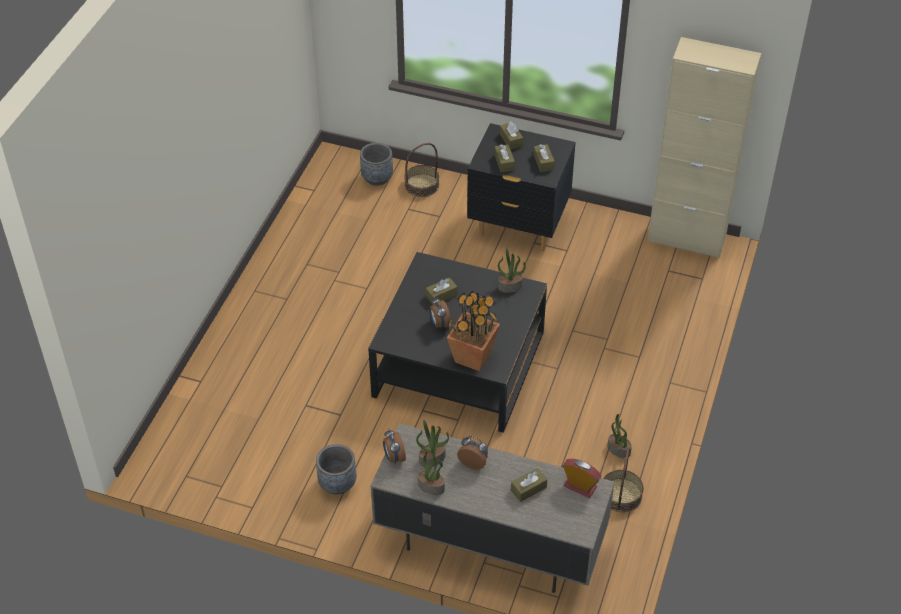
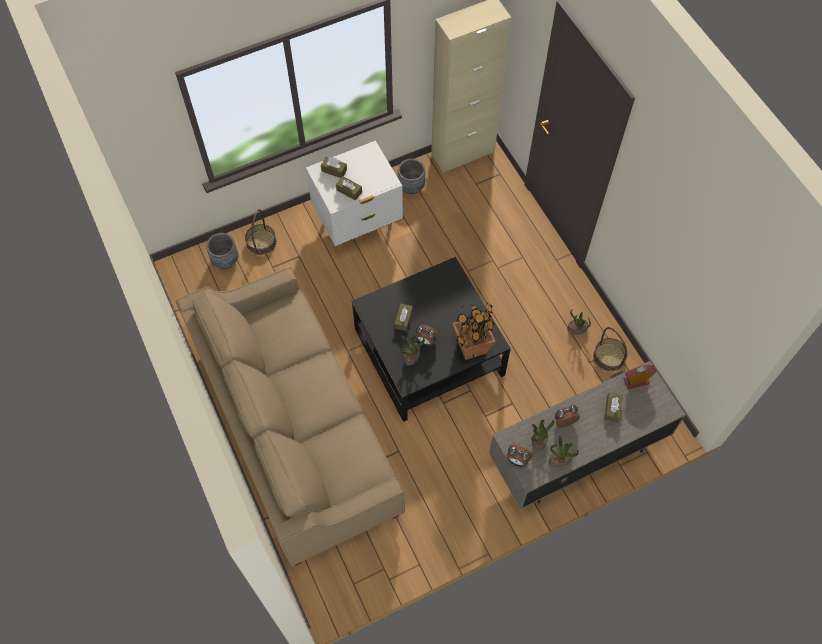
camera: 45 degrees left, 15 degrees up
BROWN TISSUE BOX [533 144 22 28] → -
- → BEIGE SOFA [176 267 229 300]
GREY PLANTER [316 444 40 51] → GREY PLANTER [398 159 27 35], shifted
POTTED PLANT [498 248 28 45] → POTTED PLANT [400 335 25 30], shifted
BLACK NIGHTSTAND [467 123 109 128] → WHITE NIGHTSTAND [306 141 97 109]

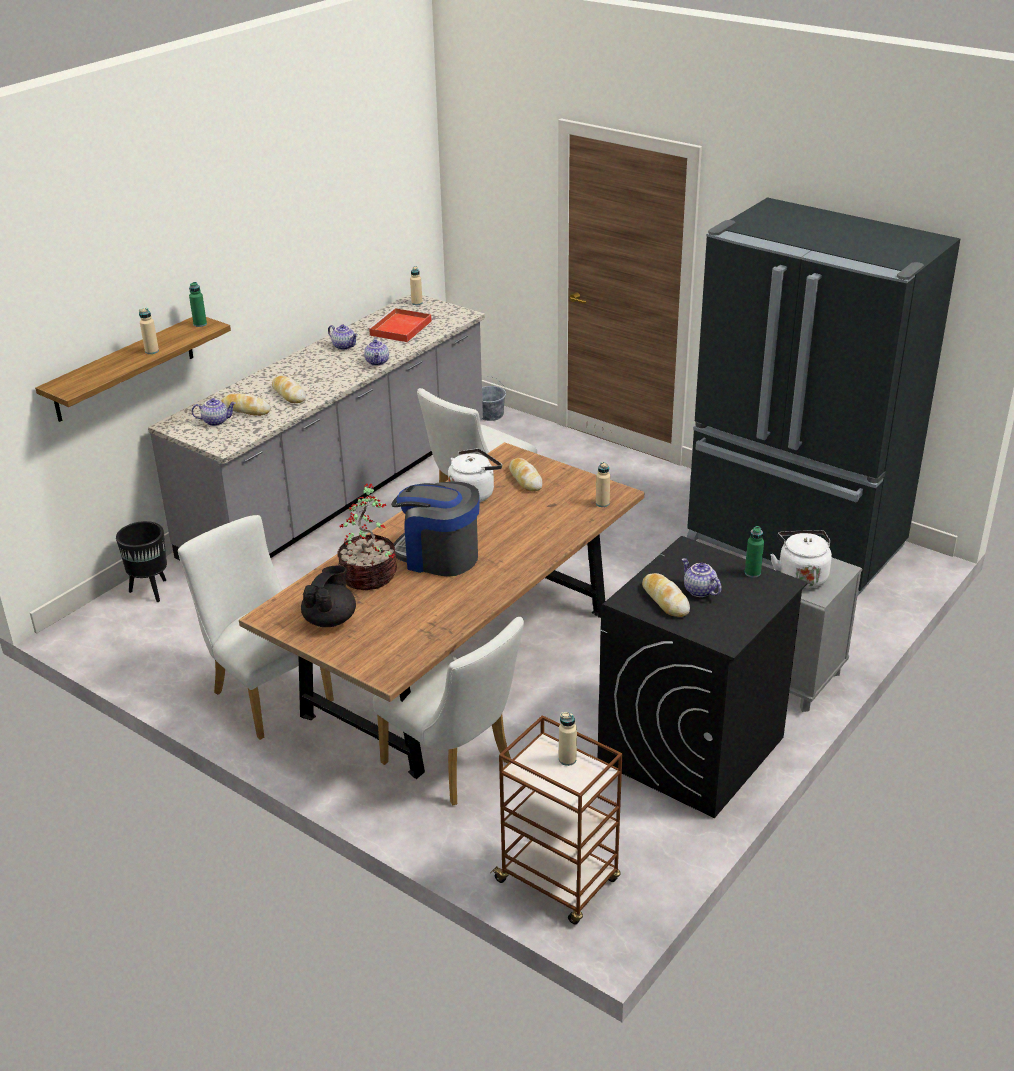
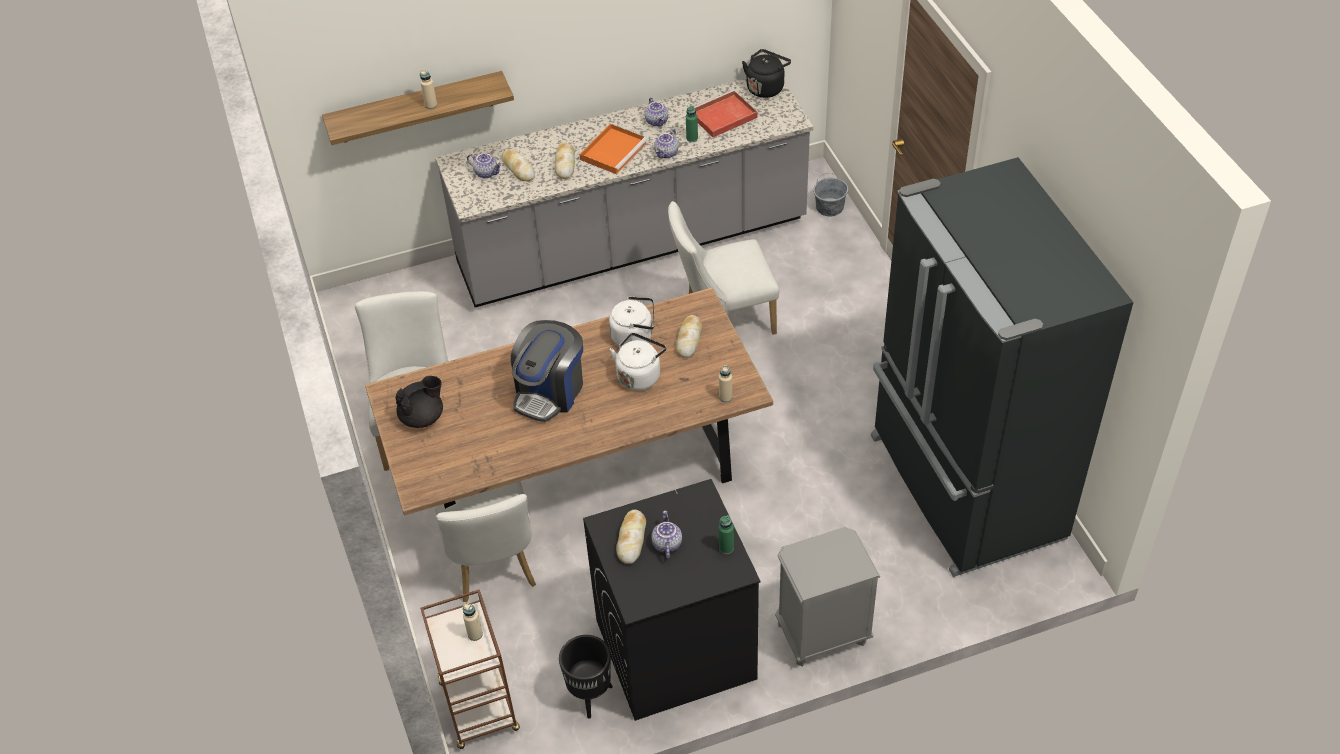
camera: 35 degrees right, 15 degrees up
POTTED PLANT [337 484 60 106] → -
- → ORANGE TRAY [580 124 68 50]
BLACK PLANTER [116 521 51 81] → BLACK PLANTER [559 635 54 84], shifted
GREEN BOTTLE [189 282 18 45] → GREEN BOTTLE [686 106 12 36], shifted
WHITE KETTLE [770 530 62 59] → WHITE KETTLE [610 333 56 58], shifted
BEIGE BOTTLE [410 266 13 39] → BLACK KETTLE [742 49 49 49]
COFFEE MACHINE [391 482 89 95] → COFFEE MACHINE [511 320 72 102], 120 degrees counterclockwise

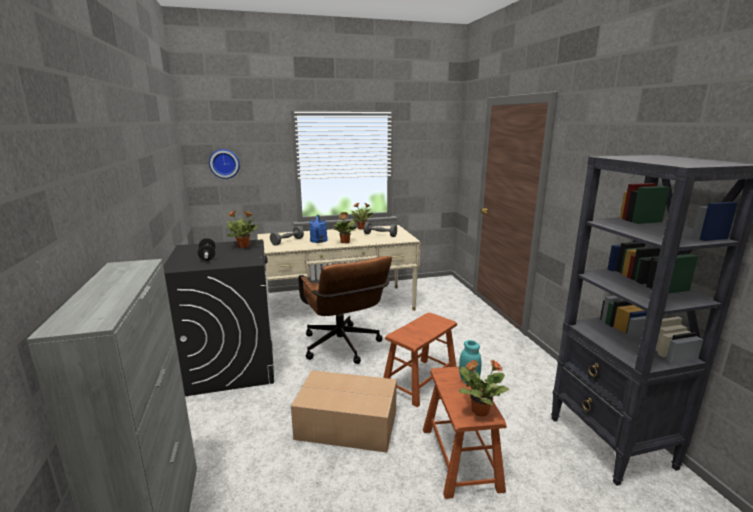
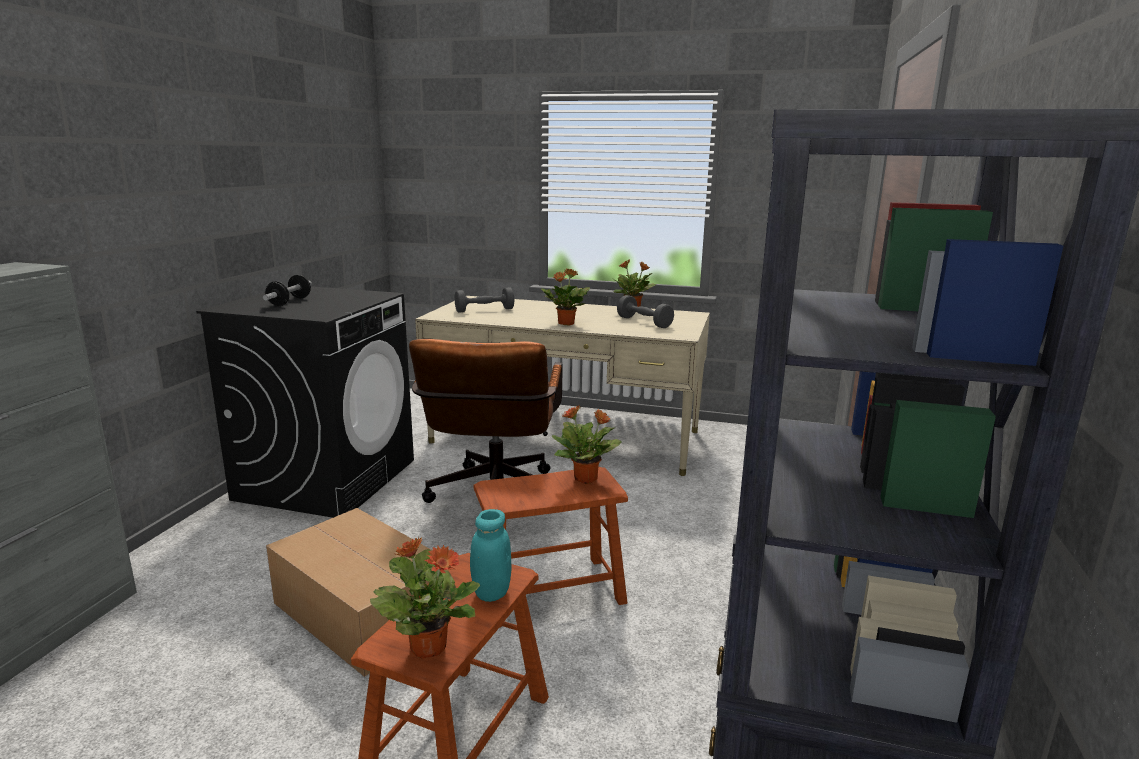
camera: 30 degrees right, 0 degrees up
WALL CLOCK [209 149 31 30] → -
BLUE WATERING CAN [309 215 19 28] → -
POTTED PLANT [225 210 33 38] → POTTED PLANT [551 406 70 78], shifted

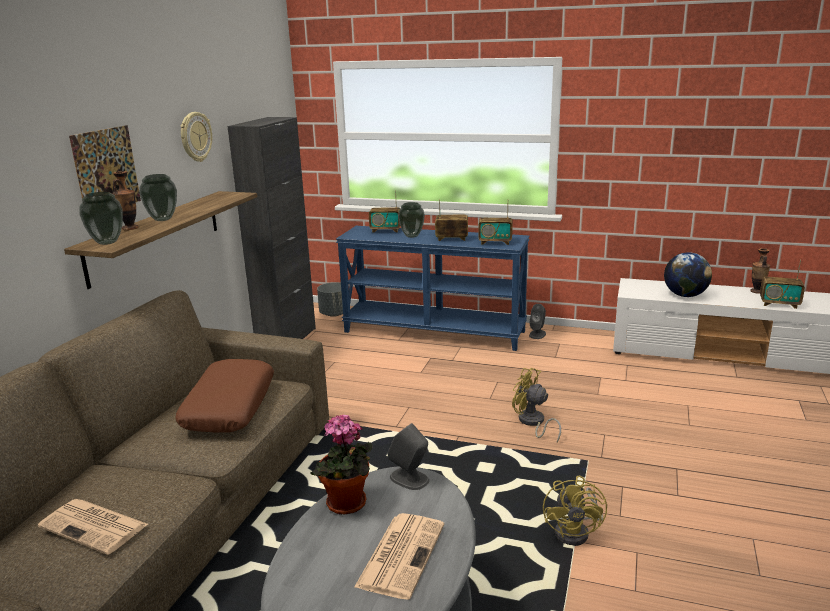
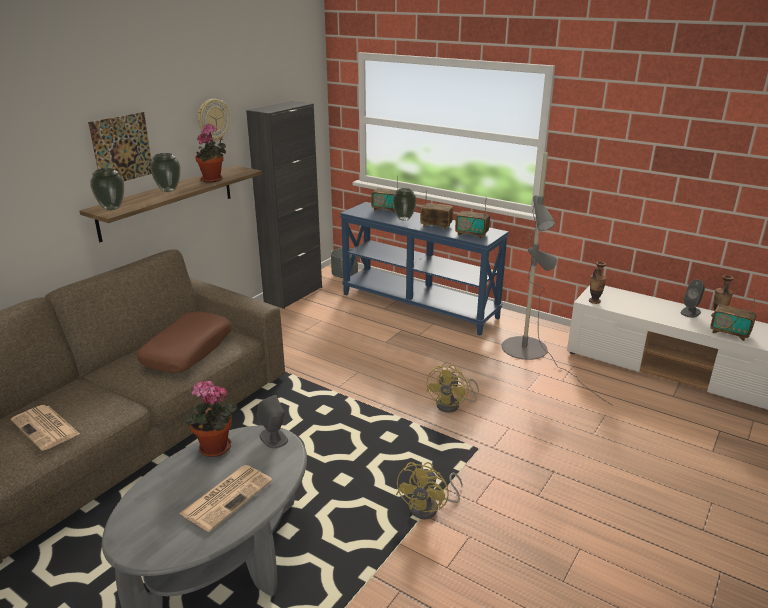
camera: 15 degrees right, 5 degrees up
GLOBE [664 252 48 45] → -
- → POTTED PLANT [195 124 31 59]
- → GREY FLOOR LAMP [502 152 111 254]
VASE [113 171 25 59] → VASE [589 262 18 42], shifted
GREY SPEAKER [529 304 17 35] → GREY SPEAKER [681 279 24 39], shifted
YELLOW FAN [512 368 49 74] → YELLOW FAN [426 365 53 48], 120 degrees counterclockwise

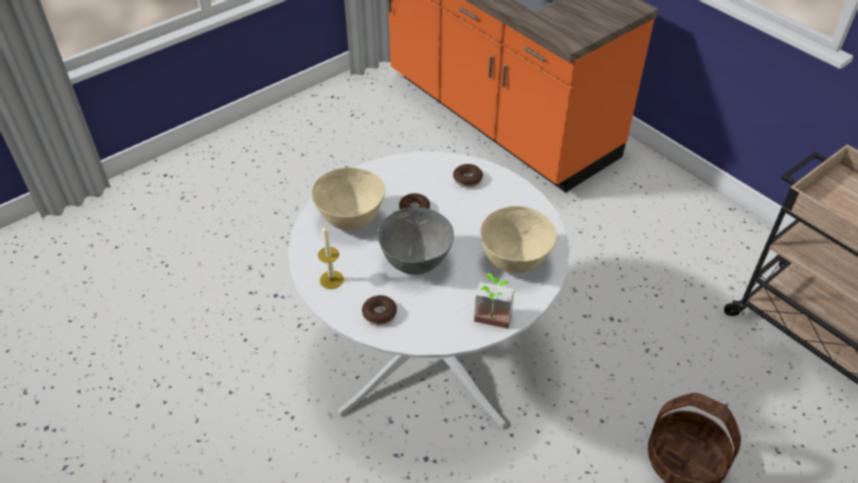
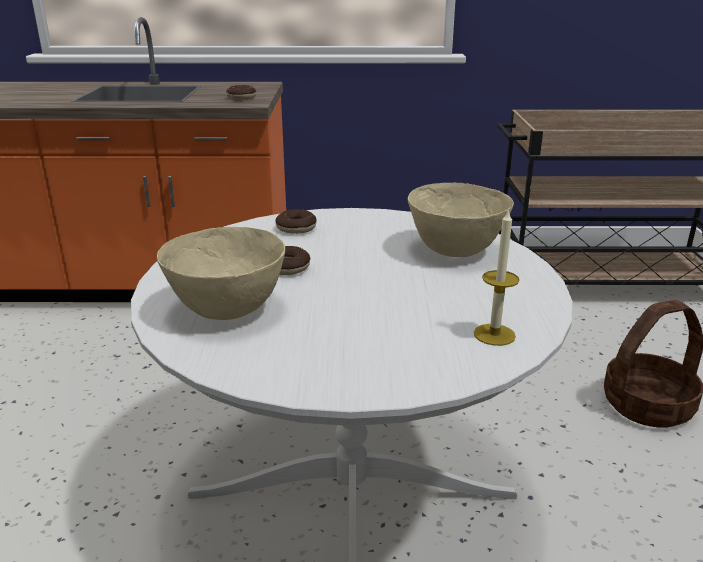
camera: 50 degrees left, 20 degrees down
GREY BOWL [378 207 76 68] → -
POTTED PLANT [474 273 41 56] → -
CANDLE [318 224 26 65] → CANDLE [474 208 46 138], shifted
DONUT [362 295 35 30] → DONUT [226 85 30 15], shifted

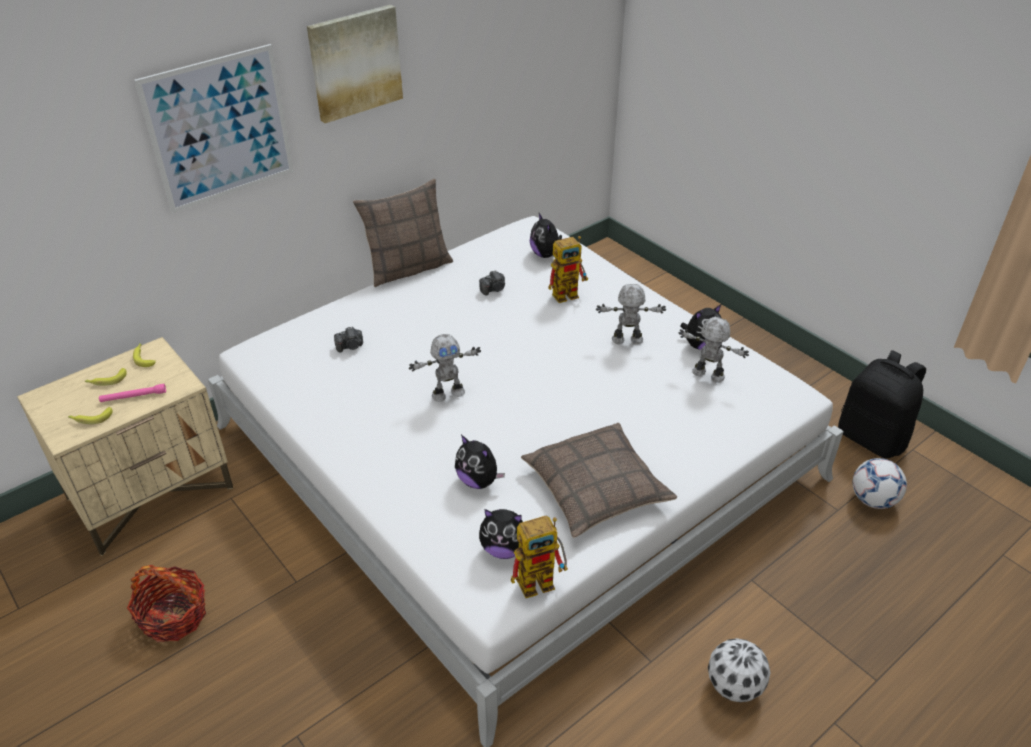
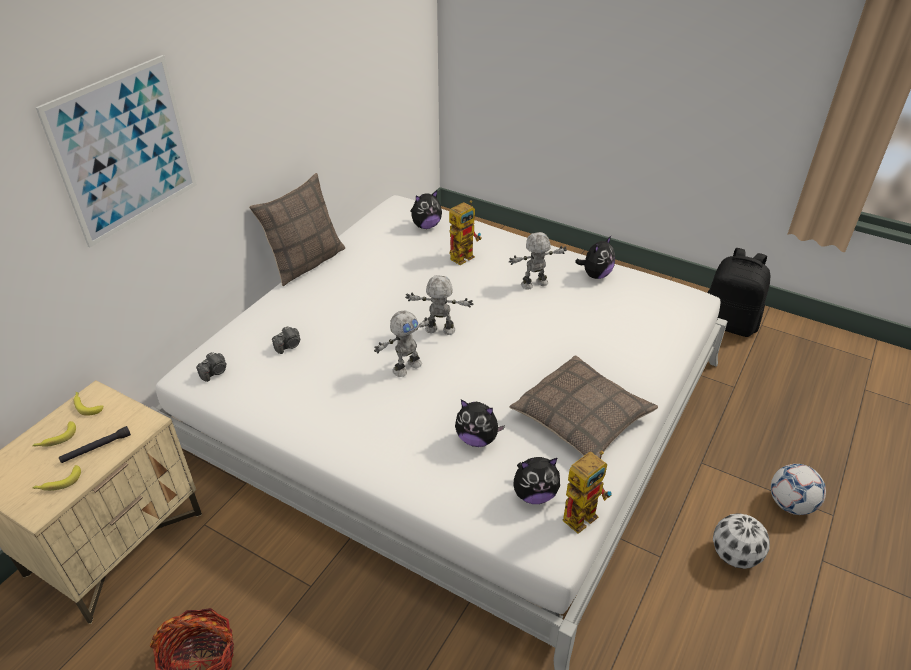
camera: 20 degrees left, 0 degrees up
PICTURE [307 5 96 118] → -
PHOTO CAMERA [479 270 26 26] → PHOTO CAMERA [196 352 31 30], shifted
TOY ROBOT [679 317 70 66] → TOY ROBOT [405 275 68 60], shifted
FOOTBALL [852 458 55 51] → FOOTBALL [771 464 55 51], shifted
PINK FLASHLIGHT [99 384 67 18] → BLACK FLASHLIGHT [59 426 72 37]
PLUSH TOY [530 213 32 45] → PLUSH TOY [411 190 31 39], 75 degrees counterclockwise

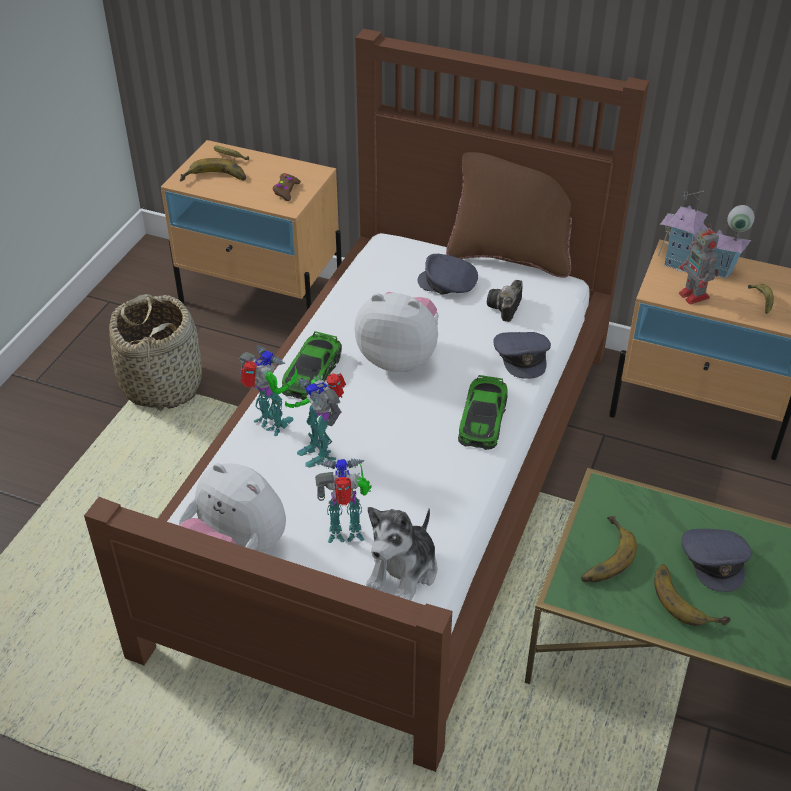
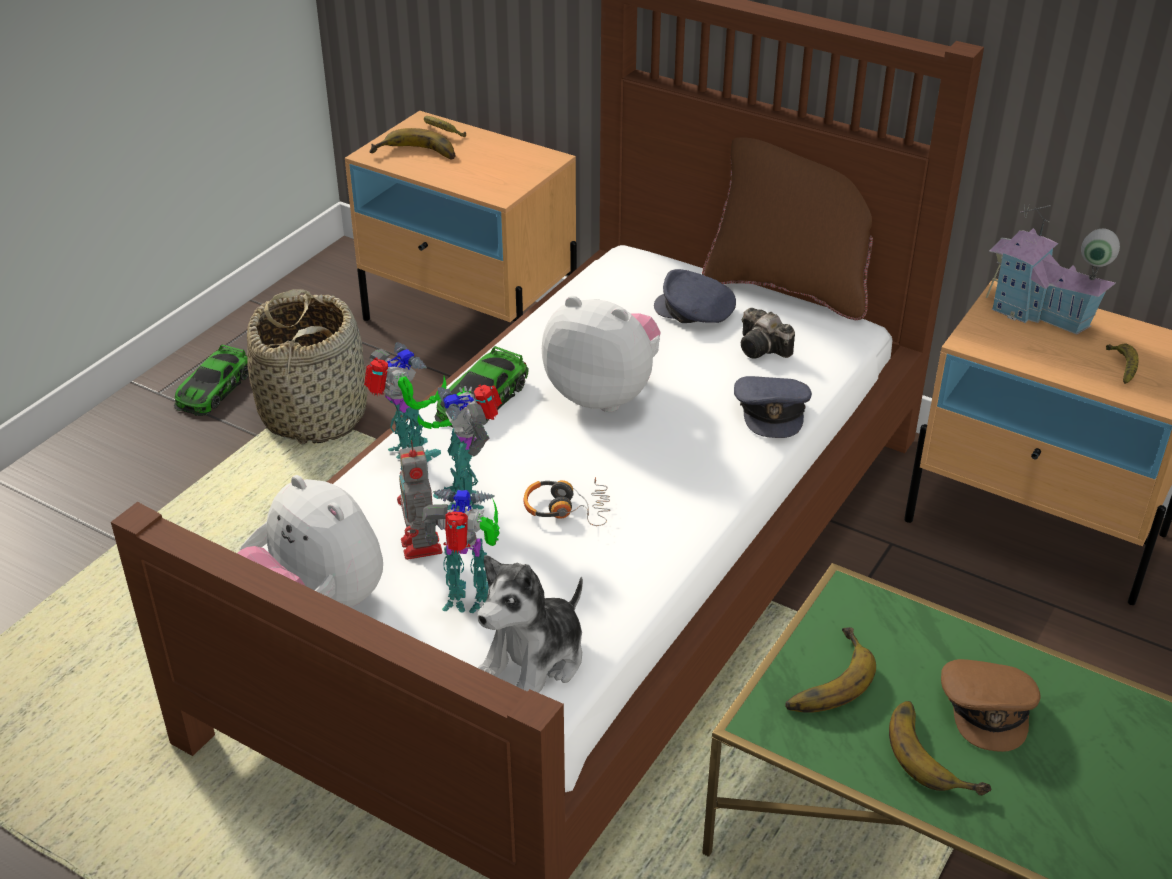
camera: 10 degrees right, 5 degrees down
BROWN GAME CONTROLLER [273 173 28 28] → -
- → HEADPHONES [523 477 88 49]
TOY CAR [458 375 50 75] → TOY CAR [174 344 75 72], shifted
TOY ROBOT [679 224 40 80] → TOY ROBOT [397 440 45 120], shifted
GREY CAP [681 529 71 63] → BROWN CAP [941 659 99 93]
PHOTO CAMERA [487 280 36 42] → PHOTO CAMERA [741 308 54 51], 75 degrees counterclockwise

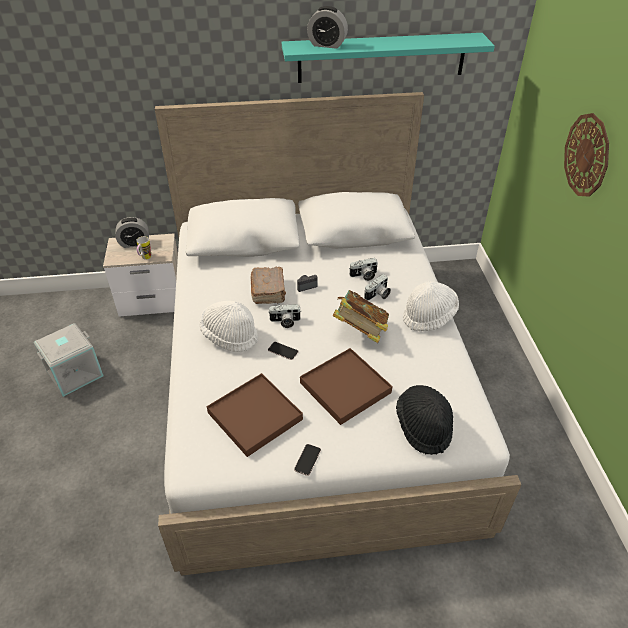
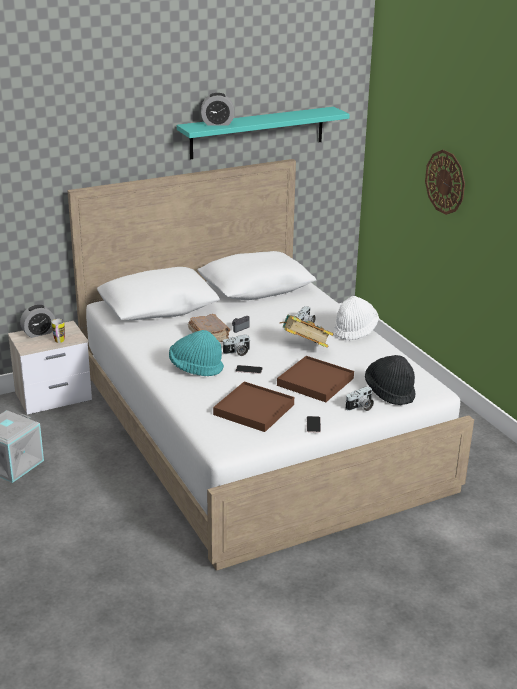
camera: 20 degrees left, 15 degrees down
PHOTO CAMERA [350 258 28 23] → PHOTO CAMERA [346 386 28 25], shifted
WHITE HAT [199 301 59 51] → TURQUOISE HAT [169 330 55 46]

